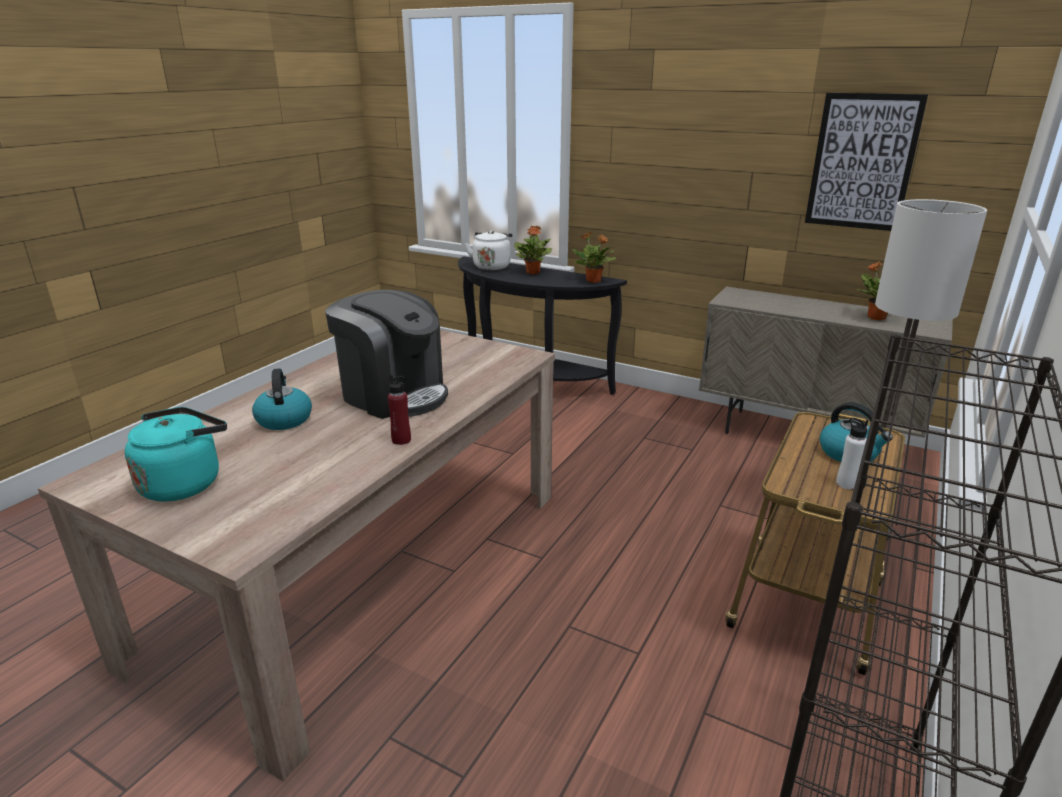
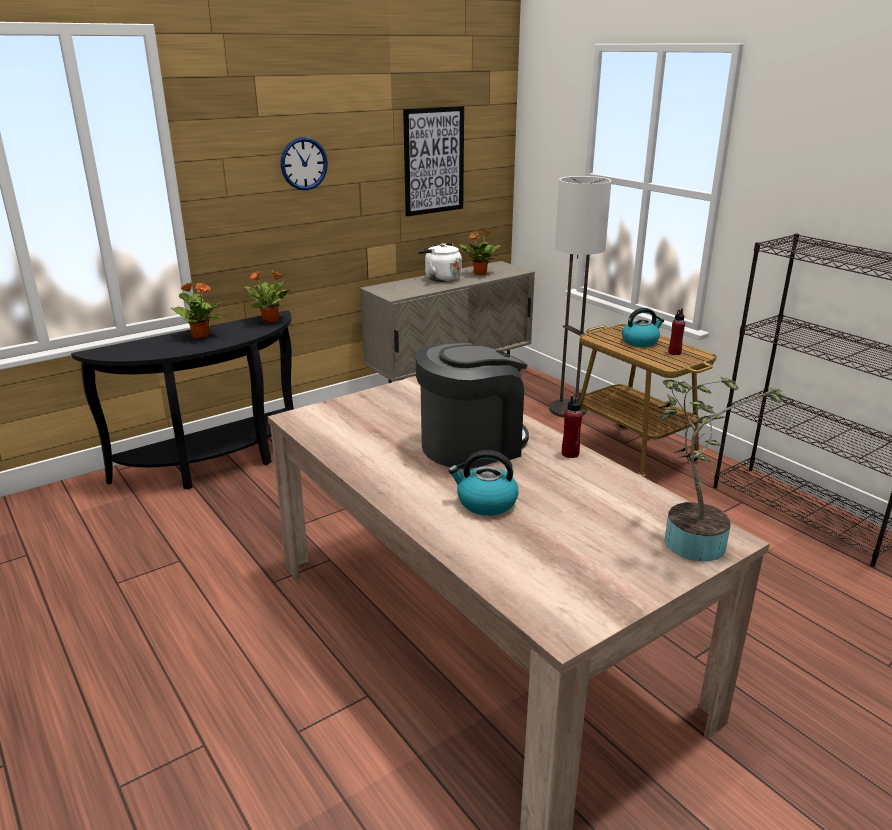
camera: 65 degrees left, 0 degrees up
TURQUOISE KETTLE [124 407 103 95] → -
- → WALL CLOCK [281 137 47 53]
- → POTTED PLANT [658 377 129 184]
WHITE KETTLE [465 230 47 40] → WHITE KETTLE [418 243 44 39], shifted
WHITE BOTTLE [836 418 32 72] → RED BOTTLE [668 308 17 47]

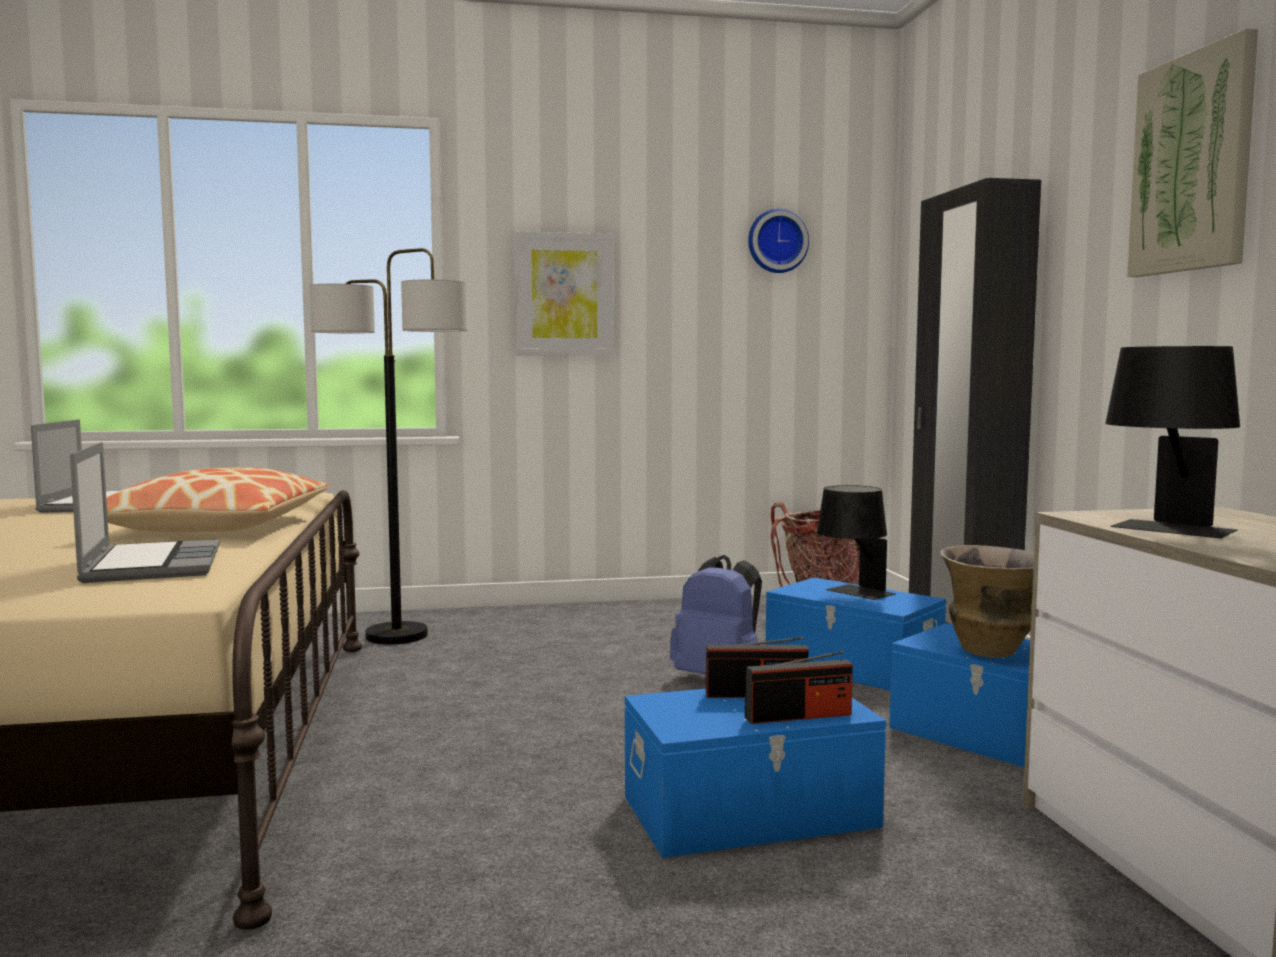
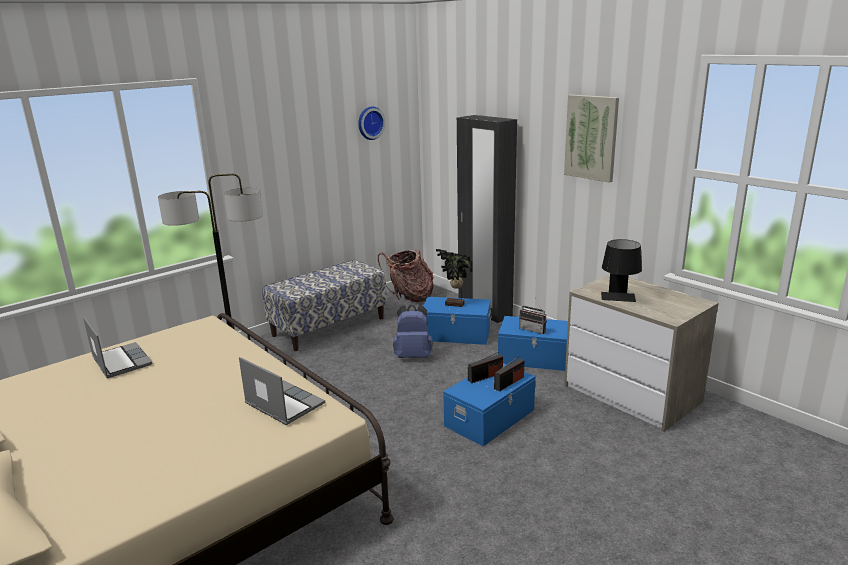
camera: 30 degrees left, 15 degrees up
PILLOW [106 467 223 65] → -
PICTURE [514 231 100 125] → -
- → BENCH [262 260 125 91]
BLACK TABLE LAMP [817 485 79 115] → POTTED PLANT [436 249 36 58]
VASE [940 545 94 113] → RADIO [519 299 28 35]

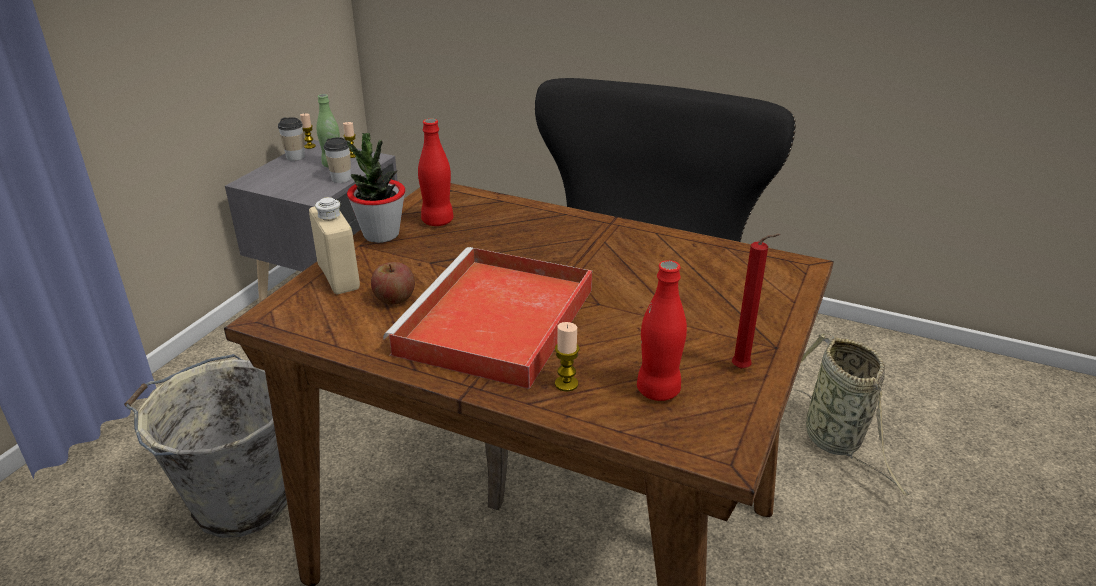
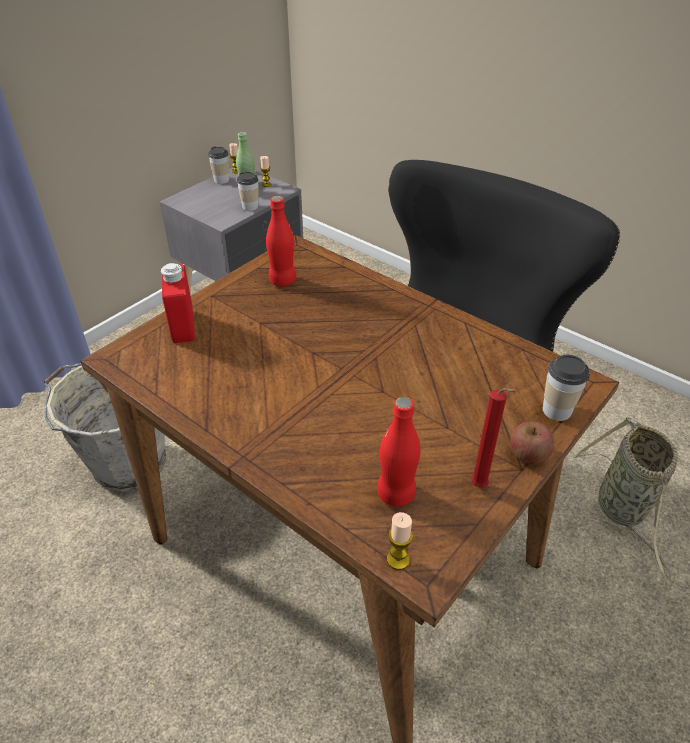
camera: 15 degrees right, 10 degrees up
POTTED PLANT [347 133 58 110] → -
RED TRAY [383 247 209 142] → -
- → CUP [542 355 48 66]
APPLE [371 262 44 43] → APPLE [510 421 44 43], shifted
CANDLE [555 322 24 69] → CANDLE [387 512 26 58], shifted
BEIGE BOTTLE [309 197 51 97] → RED BOTTLE [161 263 34 80]

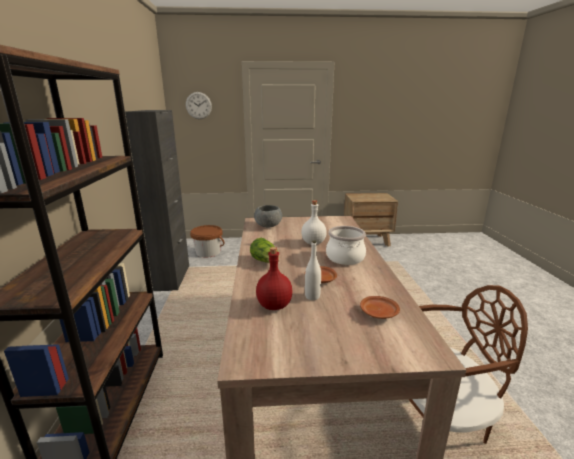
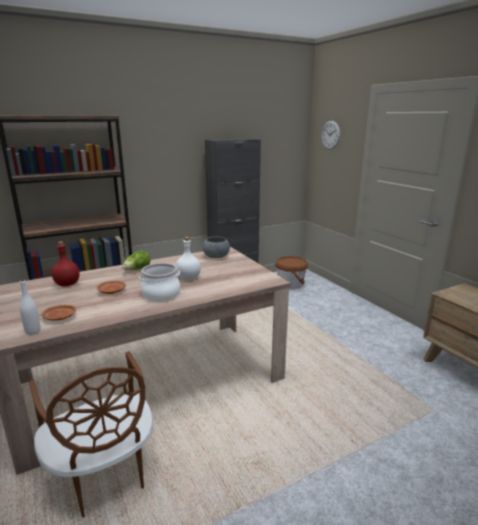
camera: 65 degrees right, 0 degrees up
WHITE BOTTLE [305 241 16 59] → WHITE BOTTLE [20 279 21 56], shifted

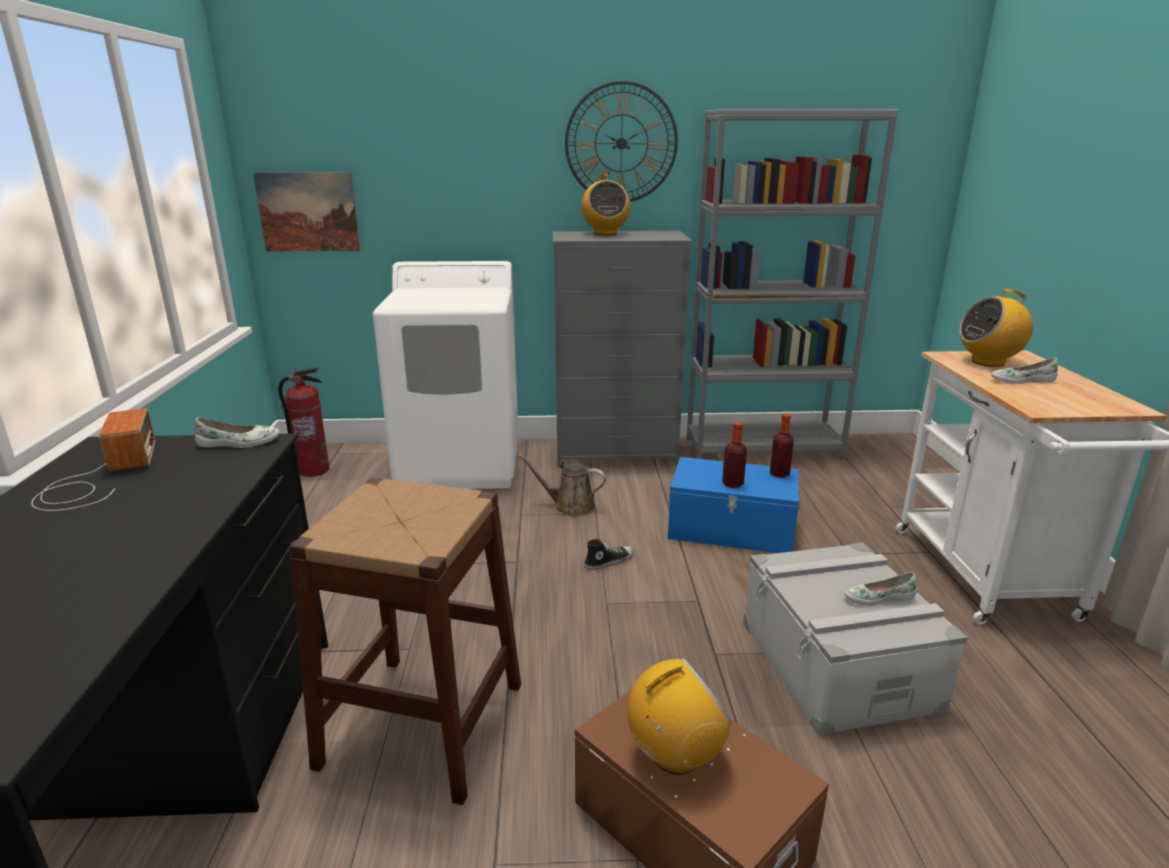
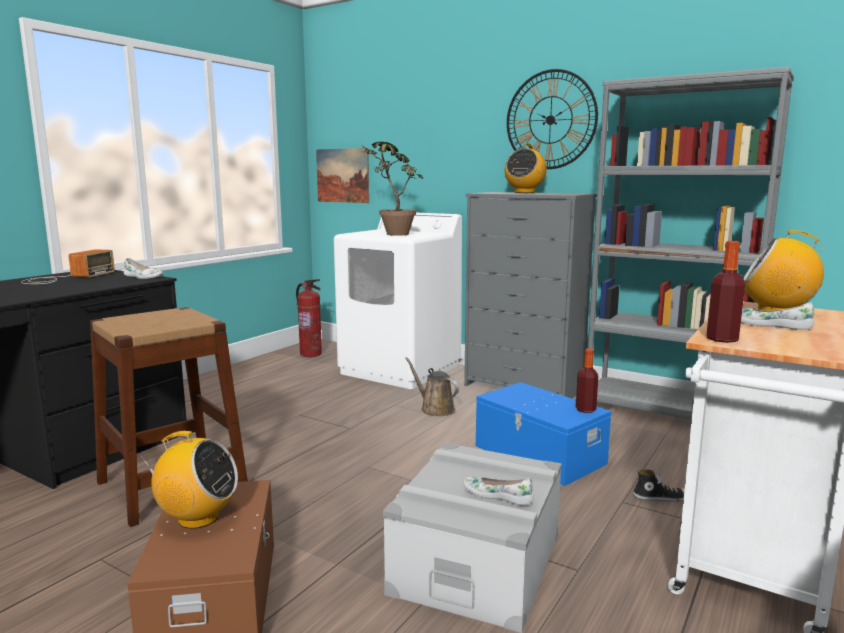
camera: 35 degrees right, 10 degrees down
- → POTTED PLANT [362 142 61 94]
SHOE [584 539 50 31] → SHOE [633 469 52 33], shifted
BOTTLE [722 422 25 66] → BOTTLE [706 241 39 102], shifted

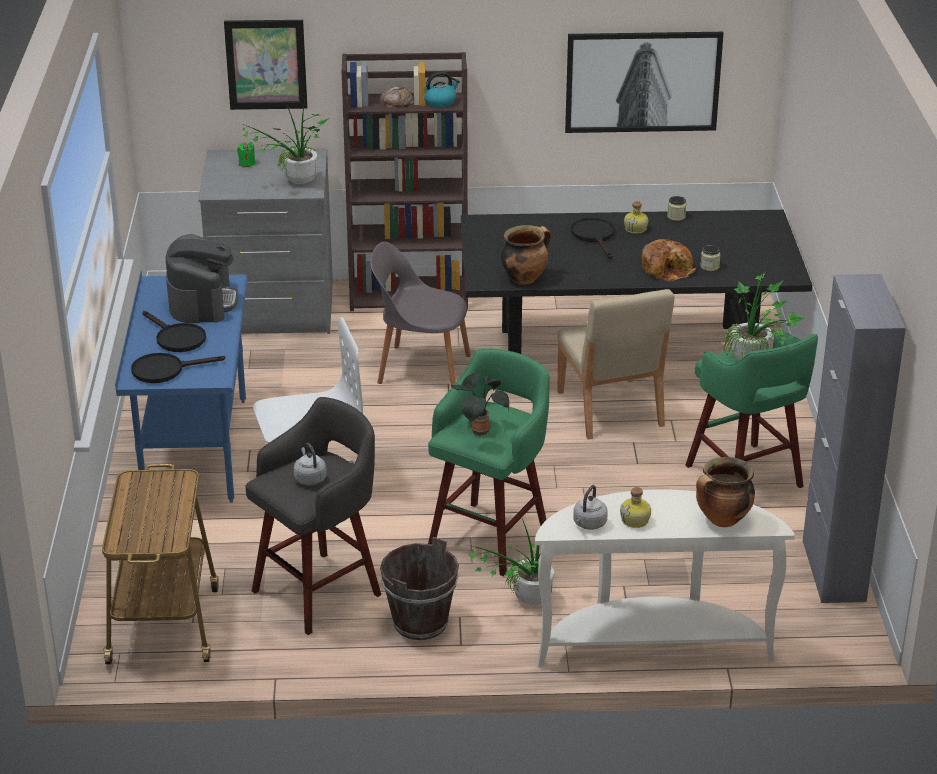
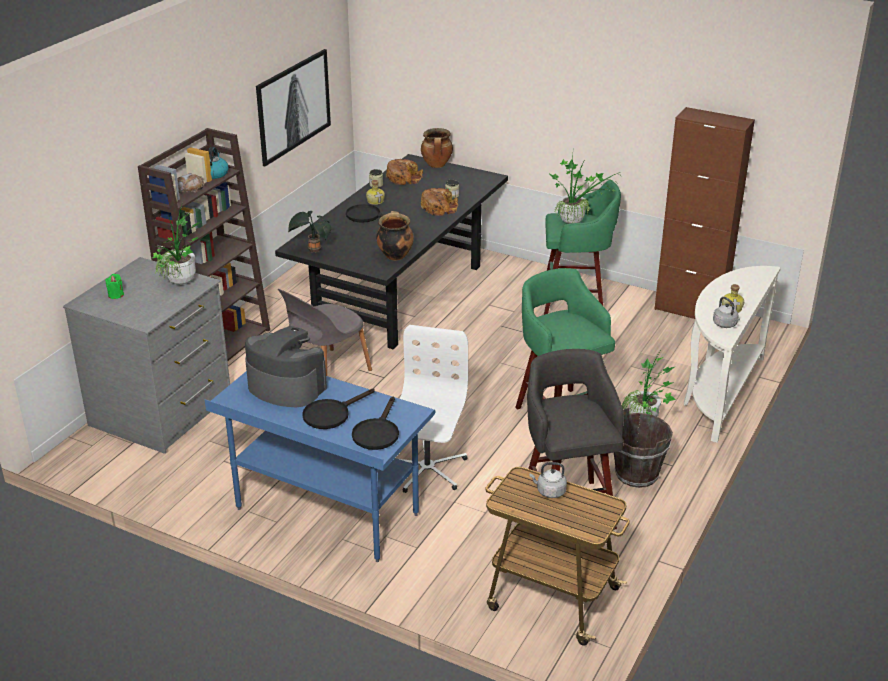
camera: 60 degrees left, 0 degrees up
PICTURE [224 20 83 90] → -
BEIGE CHAIR [557 289 118 151] → -
- → BREAD [386 159 37 26]
GREY KETTLE [294 443 33 42] → GREY KETTLE [529 462 38 36], shifted
POTTED PLANT [451 373 58 64] → POTTED PLANT [288 211 44 42], shifted
COOKING POT [696 457 59 70] → COOKING POT [421 128 32 40], shifted
GREY CABINET [802 274 104 329] → BROWN CABINET [654 107 101 212]
BLACK FRYING PAN [142 311 64 41] → BLACK FRYING PAN [302 389 73 40], 150 degrees clockwise

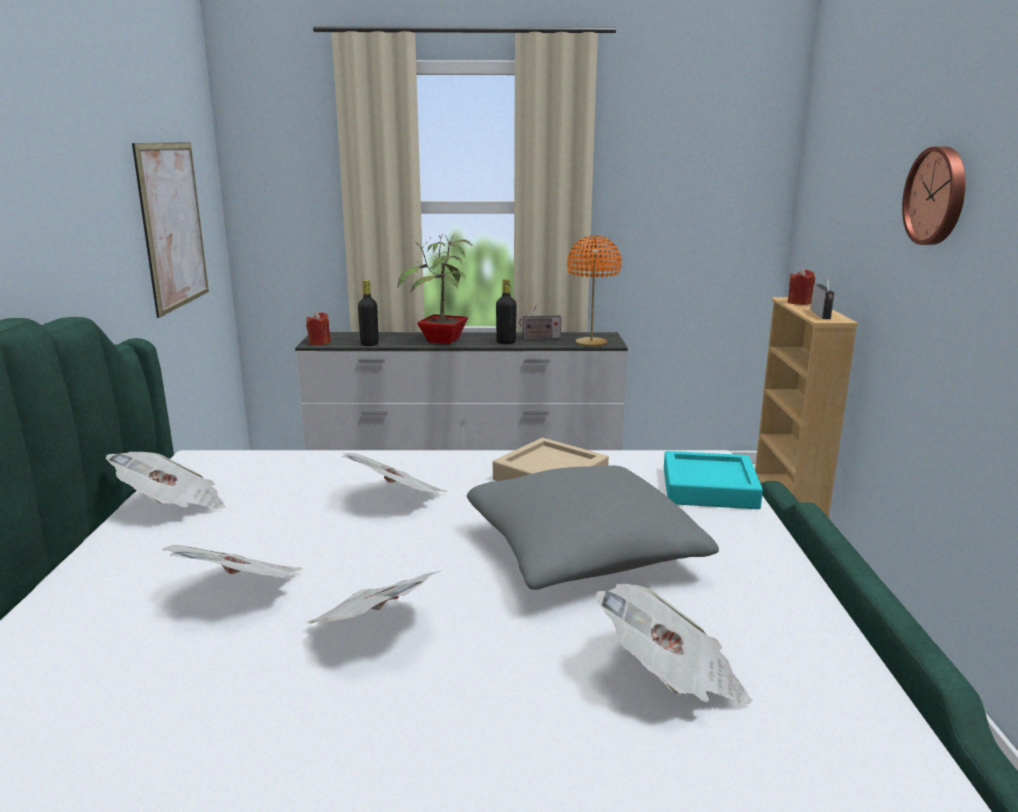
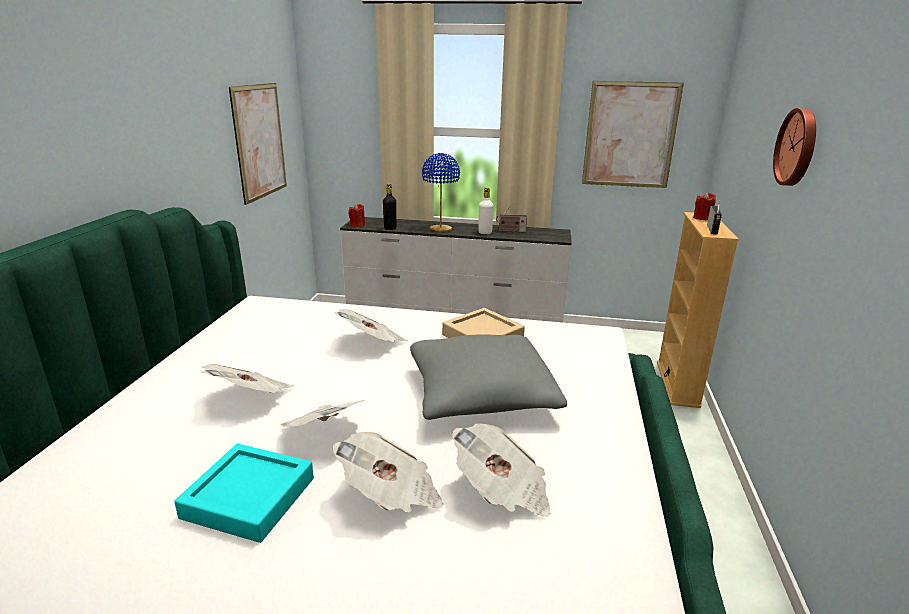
camera: 10 degrees right, 5 degrees up
ORANGE TABLE LAMP [567 235 55 111] → -
- → PICTURE [582 81 102 107]
NEWSPAPER [106 452 119 56] → NEWSPAPER [333 432 111 81], shifted
TURQUOISE TRAY [664 451 99 58] → TURQUOISE TRAY [174 444 140 99], shifted
POTTED PLANT [398 233 75 111] → BLUE TABLE LAMP [422 153 38 79]
BLACK BOTTLE [496 279 21 65] → WHITE BOTTLE [478 187 16 47]

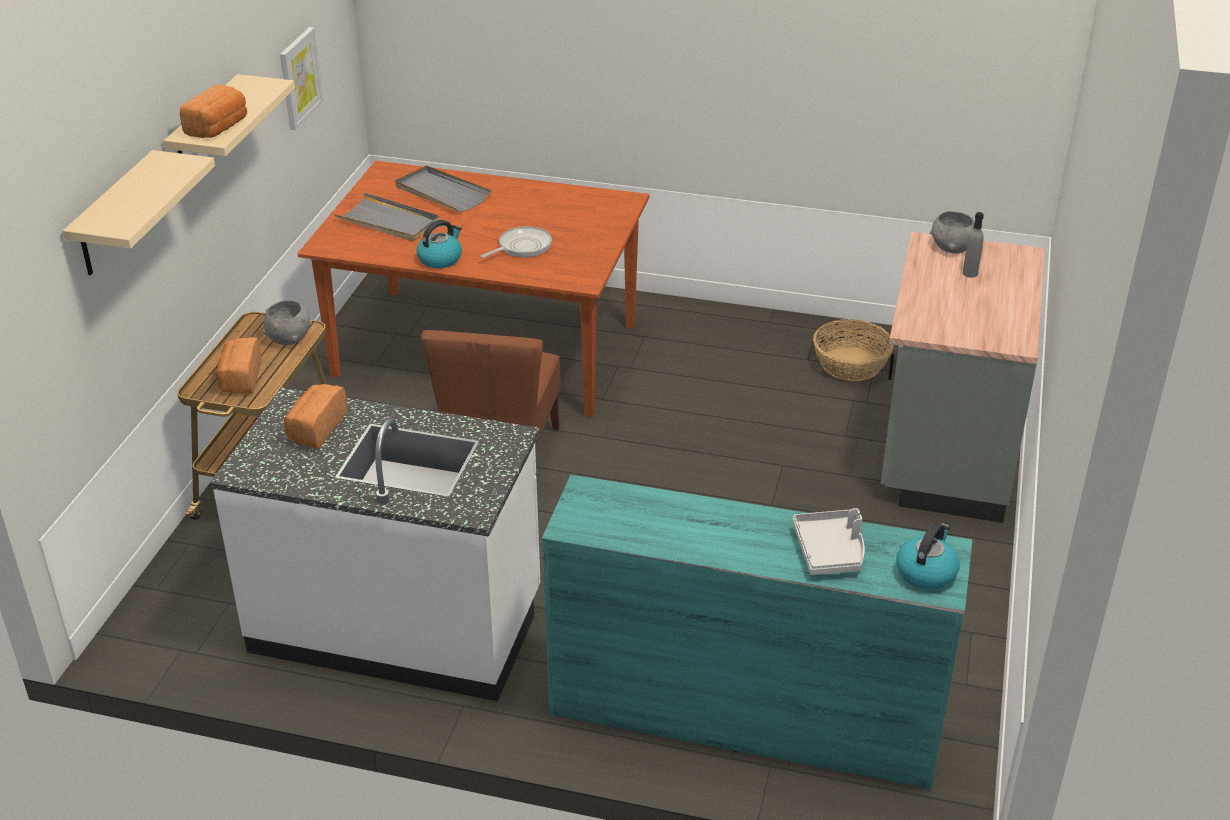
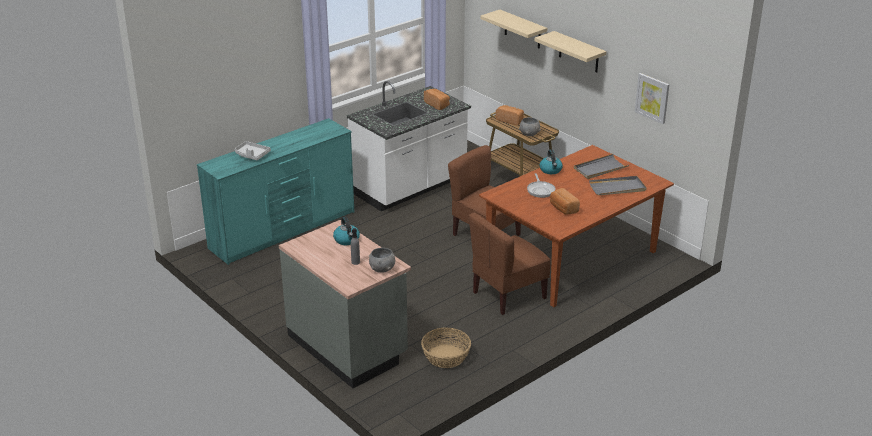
camera: 125 degrees right, 5 degrees down
- → BROWN CHAIR [469 212 82 103]
BREAD [180 84 67 54] → BREAD [550 188 30 26], shifted
KETTLE [896 522 64 68] → KETTLE [333 217 27 28], shifted

